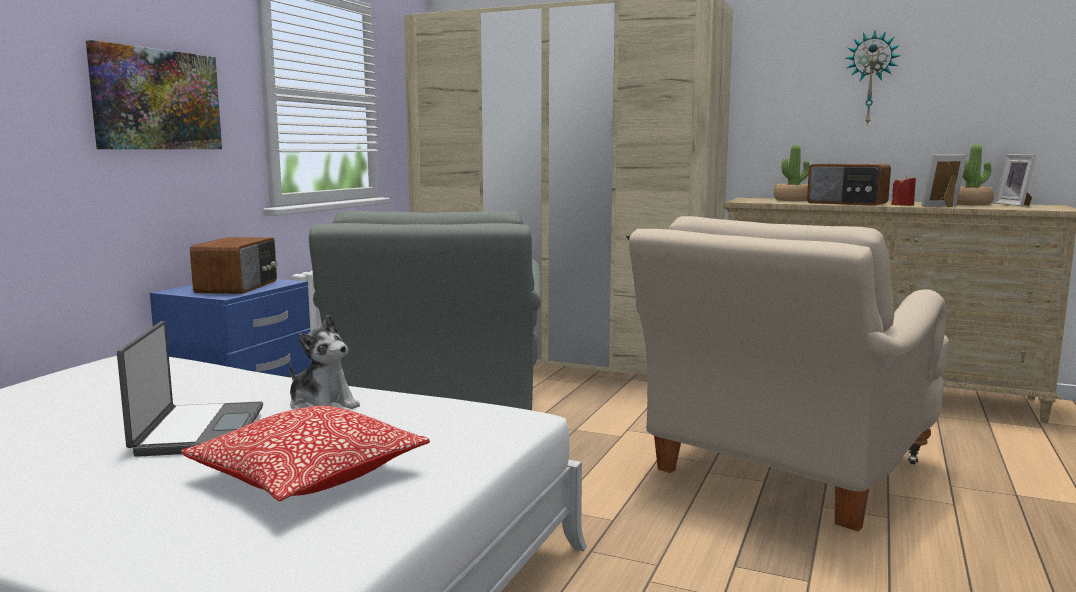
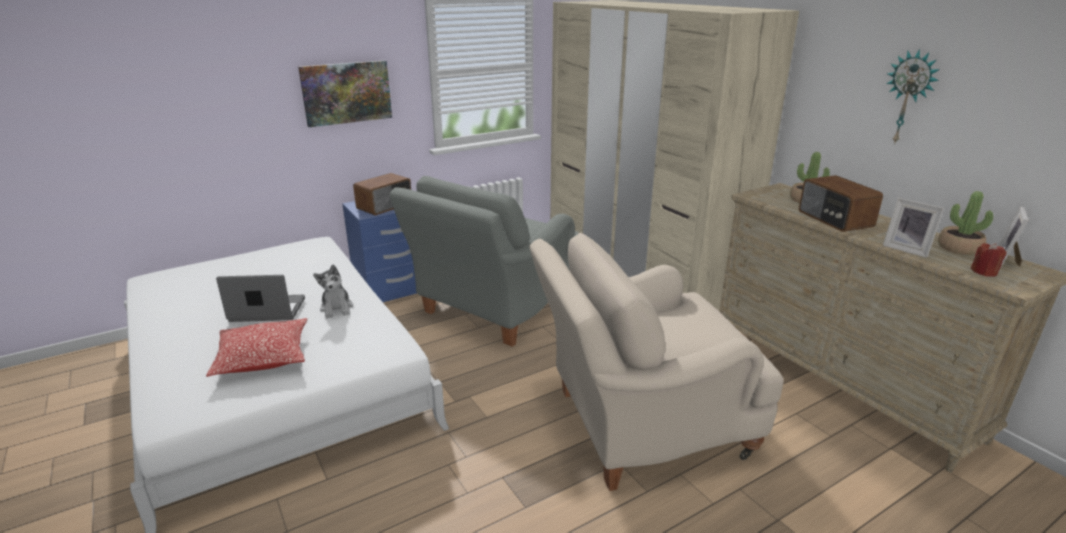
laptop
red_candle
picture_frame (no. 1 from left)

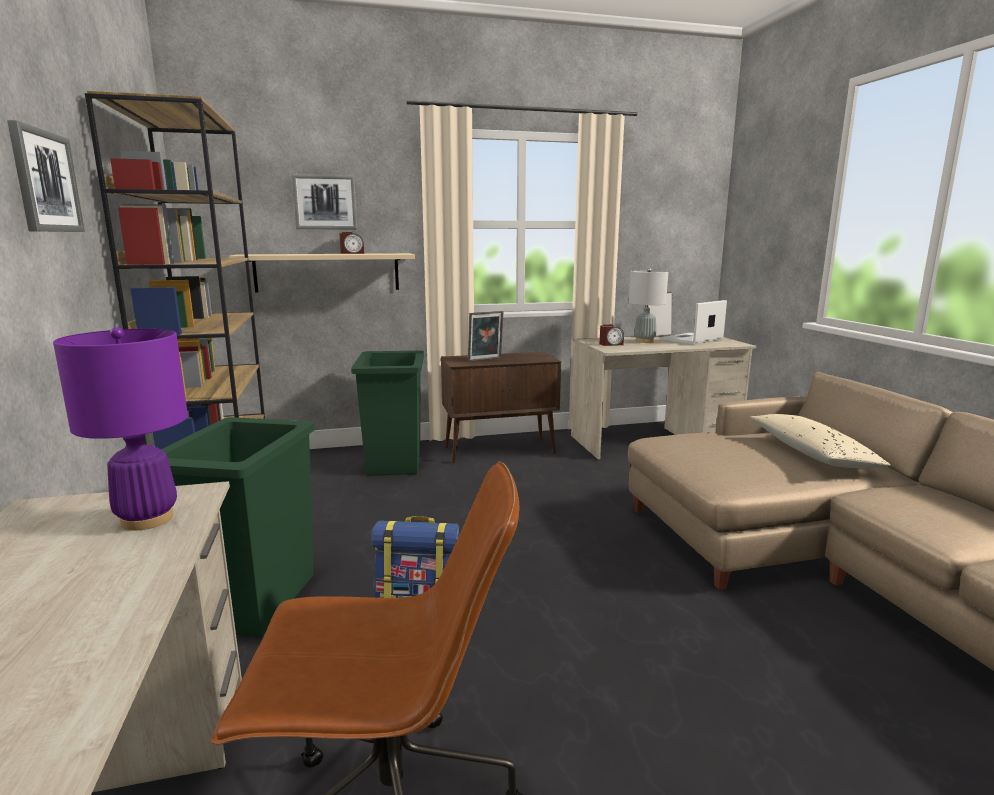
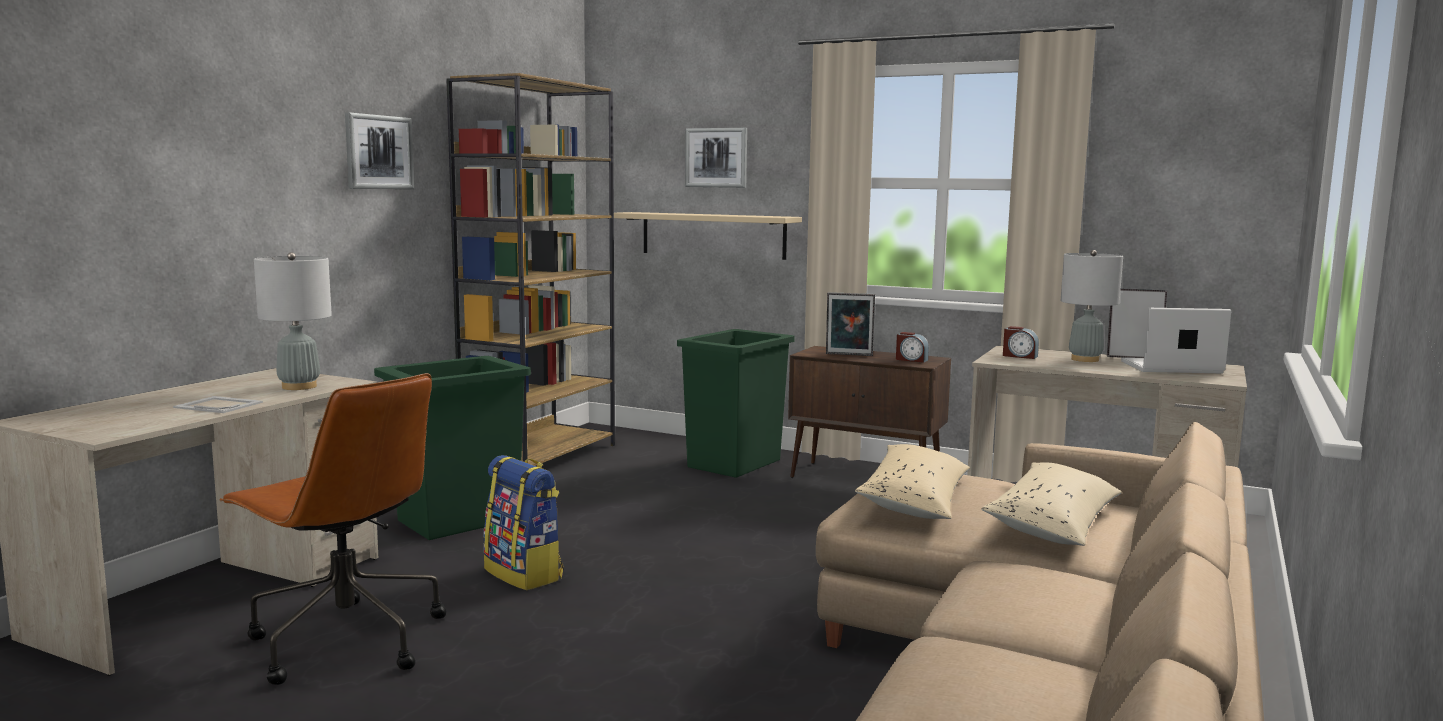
grey_table_lamp (no. 1 from left)
alarm_clock (no. 1 from left)
picture_frame (no. 1 from left)
beige_pillow (no. 1 from left)

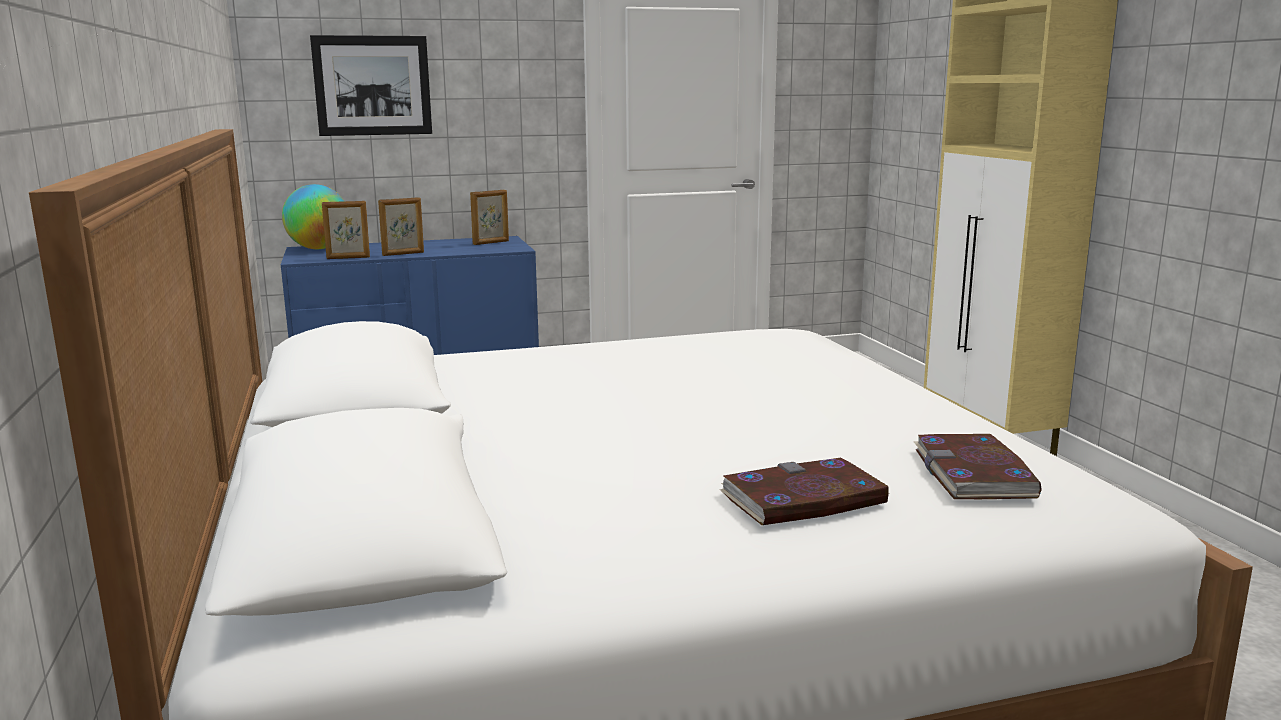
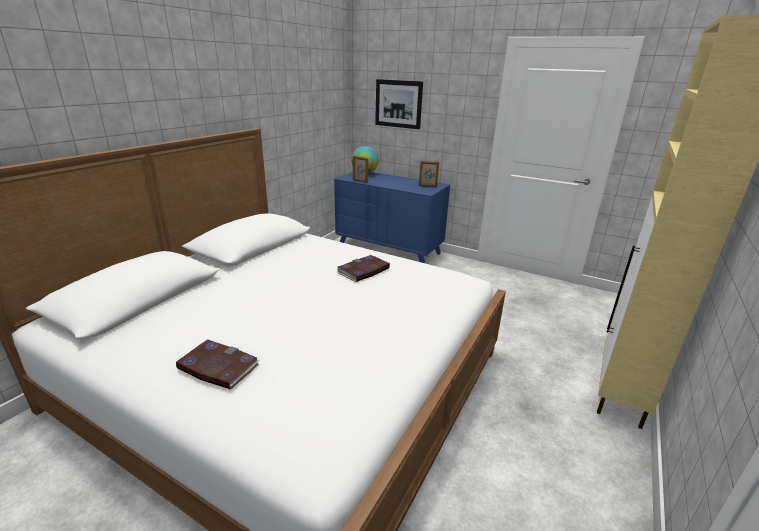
picture_frame (no. 2 from left in the first image)
book (no. 2 from left)

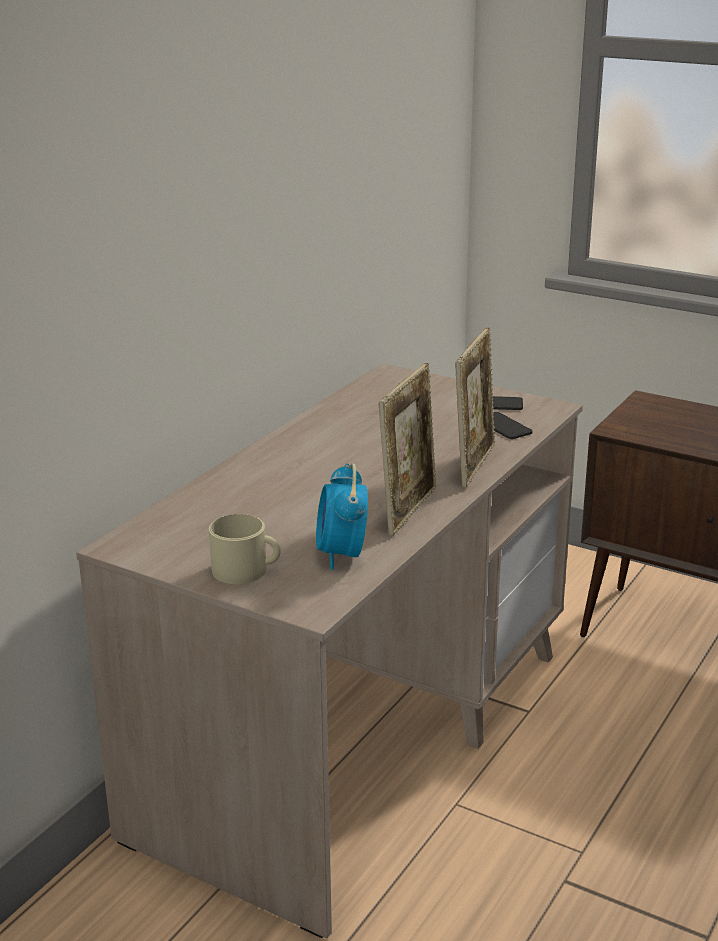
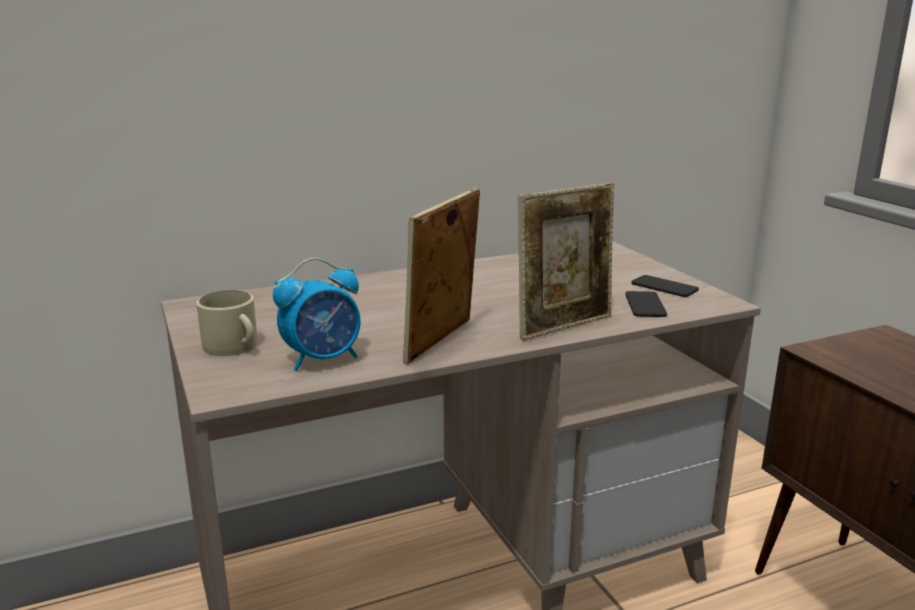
alarm_clock
picture_frame (no. 1 from left)

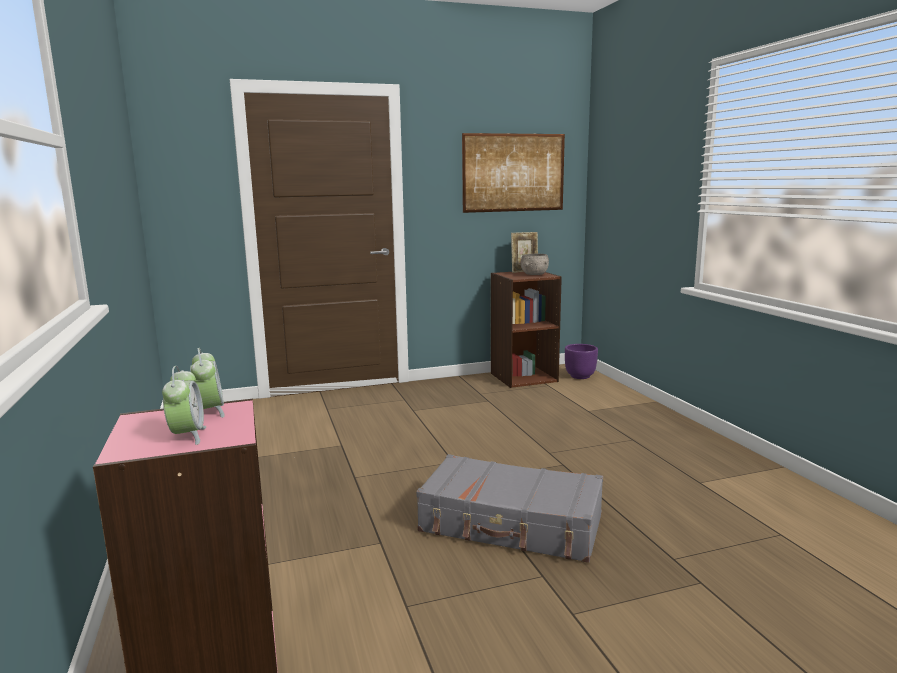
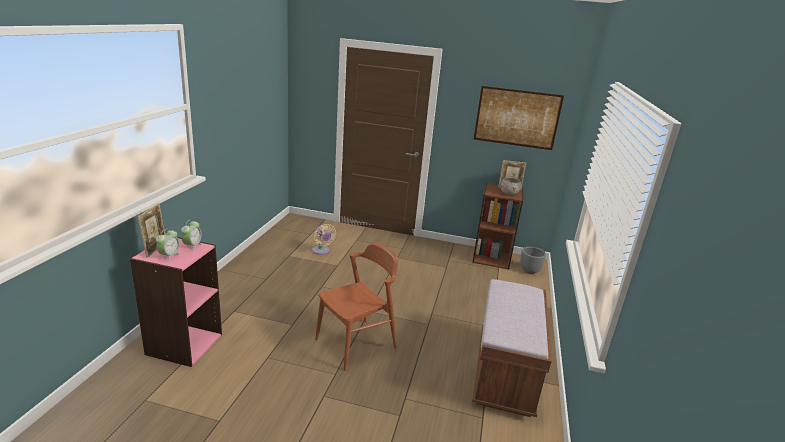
brown_chair
grey_planter
picture_frame (no. 1 from left)
beige_fan
brown_bench

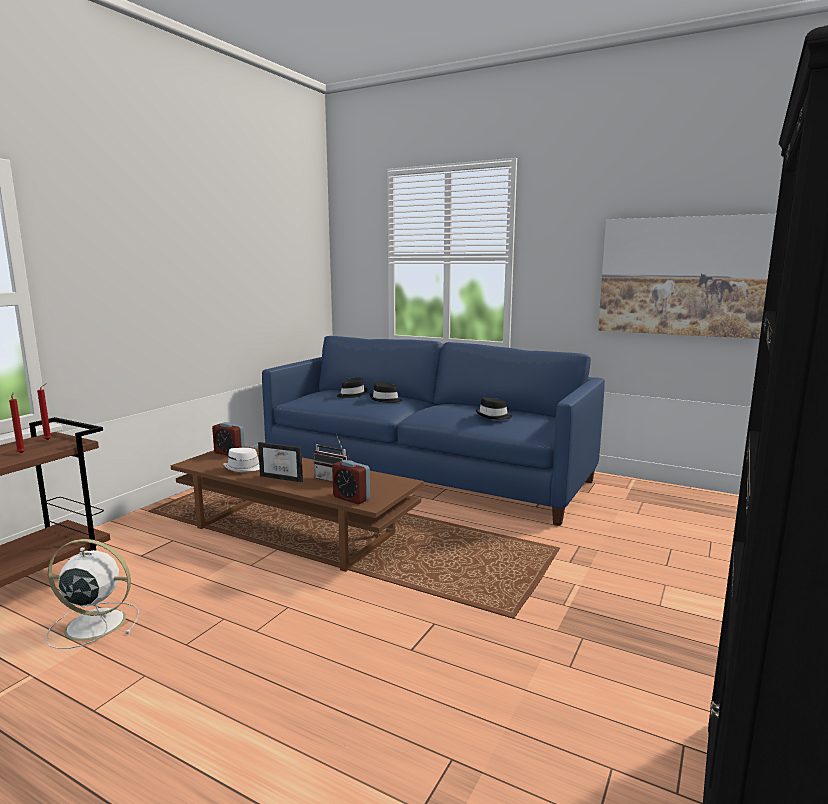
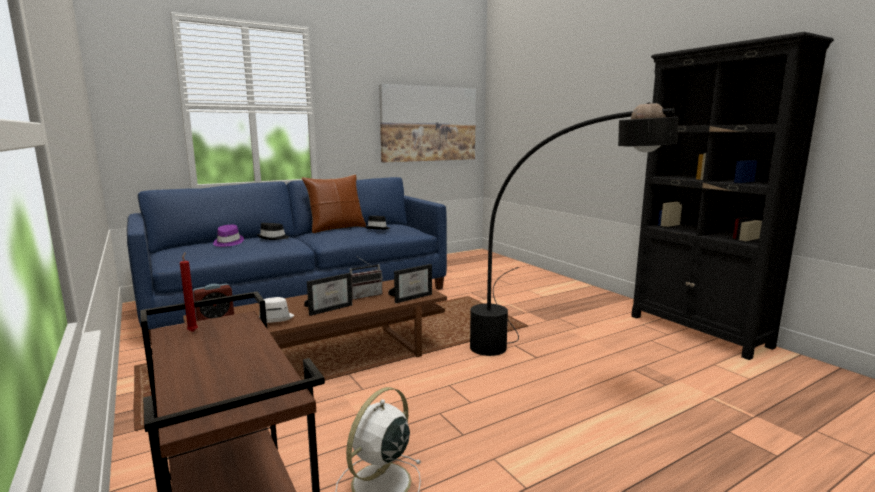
red_candle (no. 1 from left in the first image)
picture_frame (no. 2 from left)
purple_hat
brown_pillow
black_floor_lamp

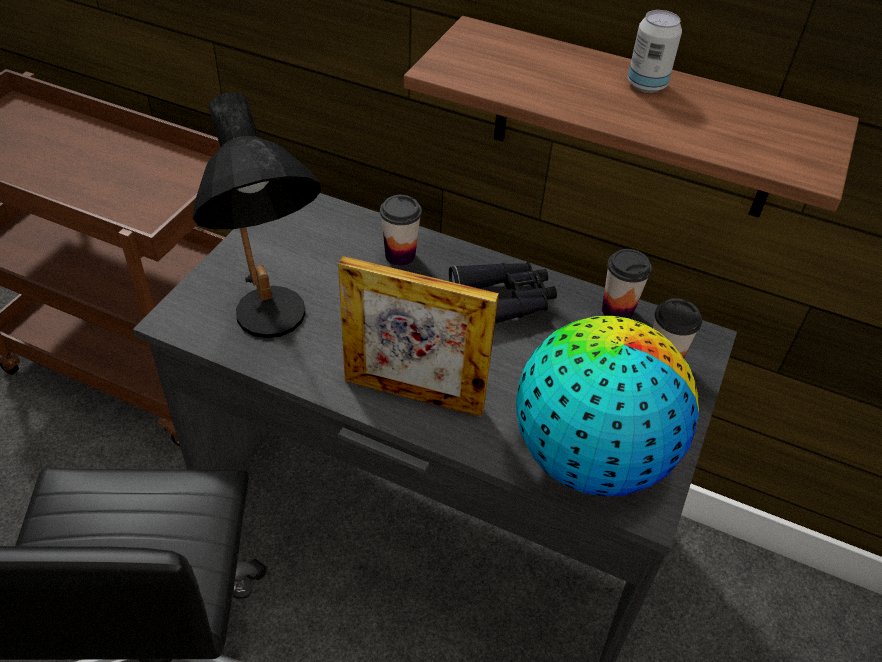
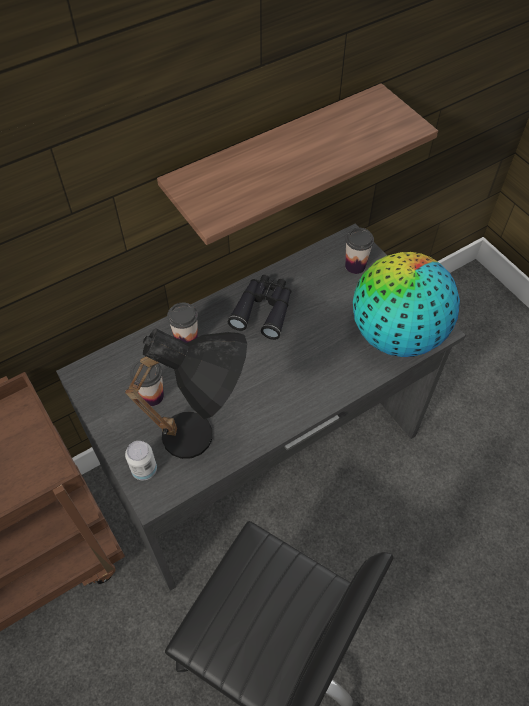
picture_frame
cup (no. 1 from left)
can

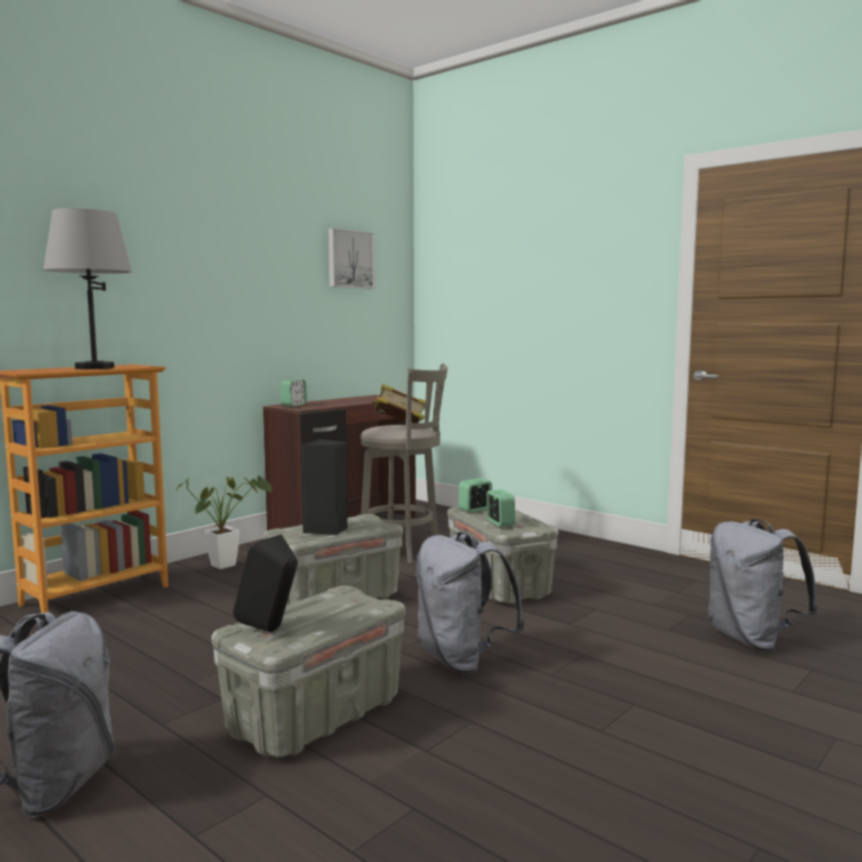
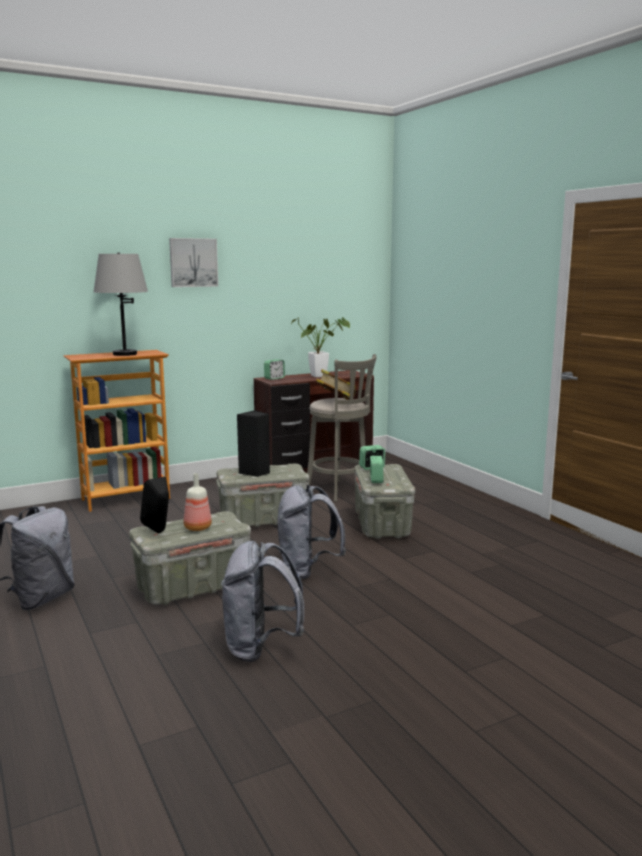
potted_plant
picture
grey_backpack (no. 2 from left)
bottle

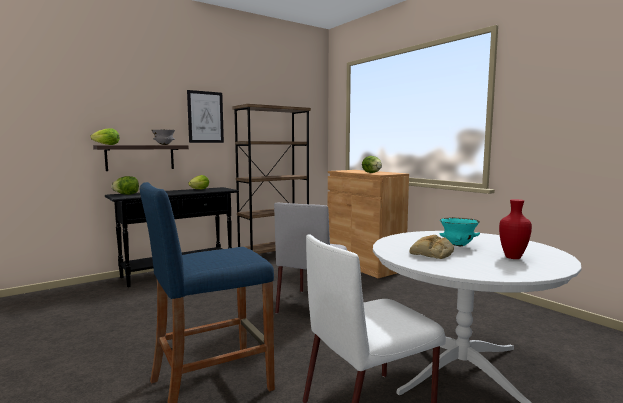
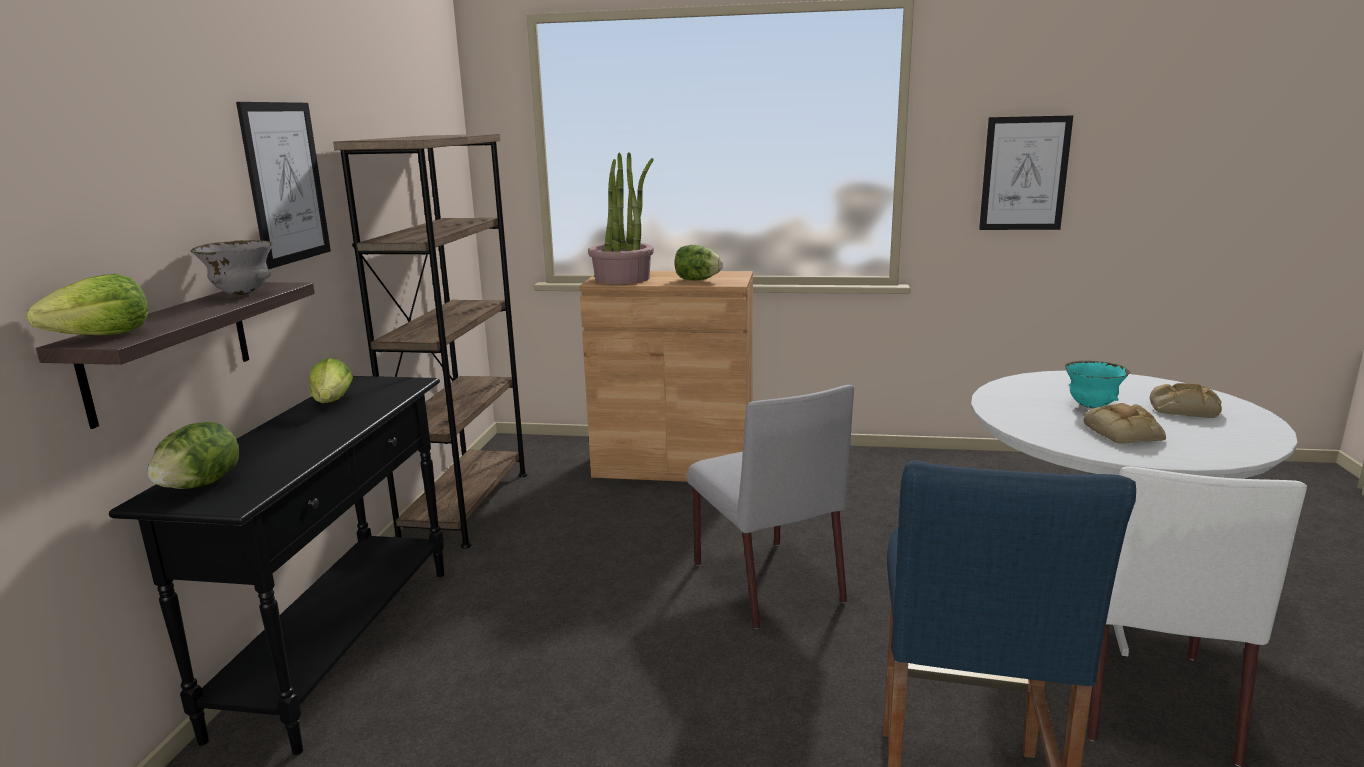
bread (no. 2 from left)
potted_plant
picture (no. 2 from left)

